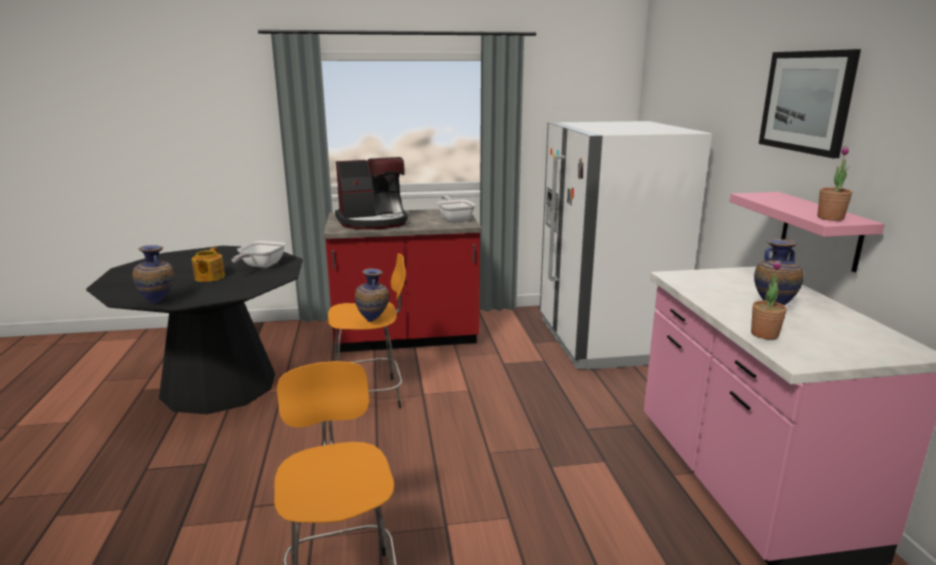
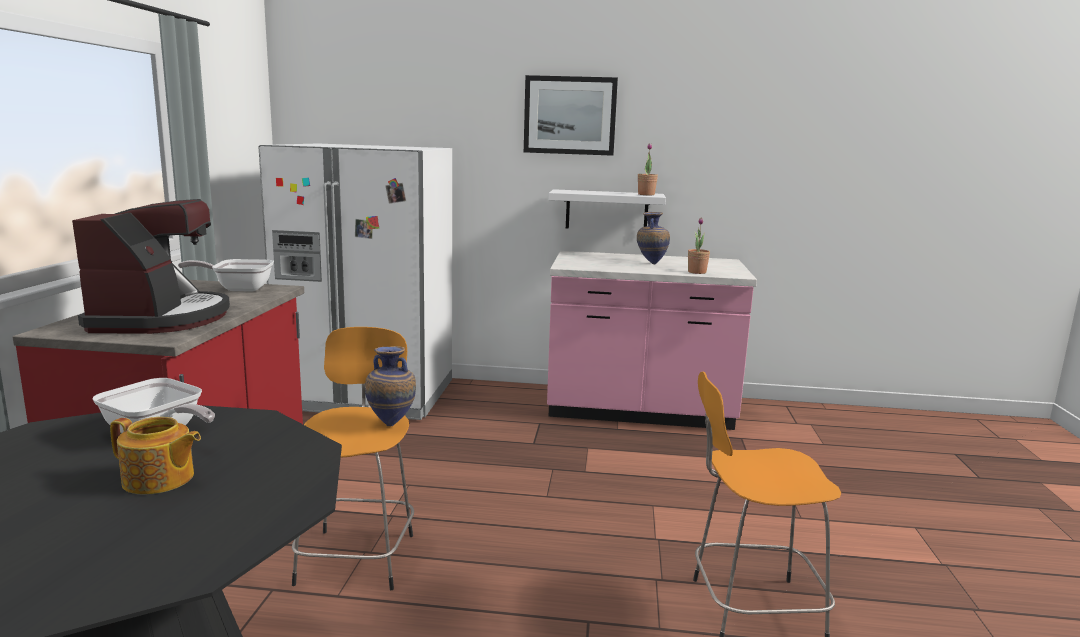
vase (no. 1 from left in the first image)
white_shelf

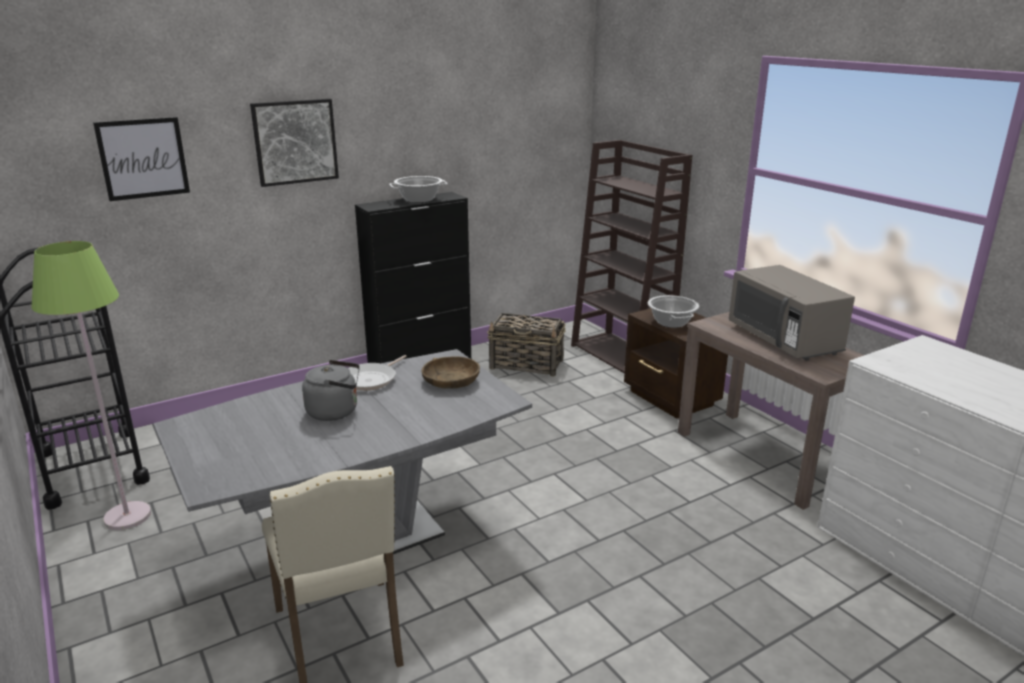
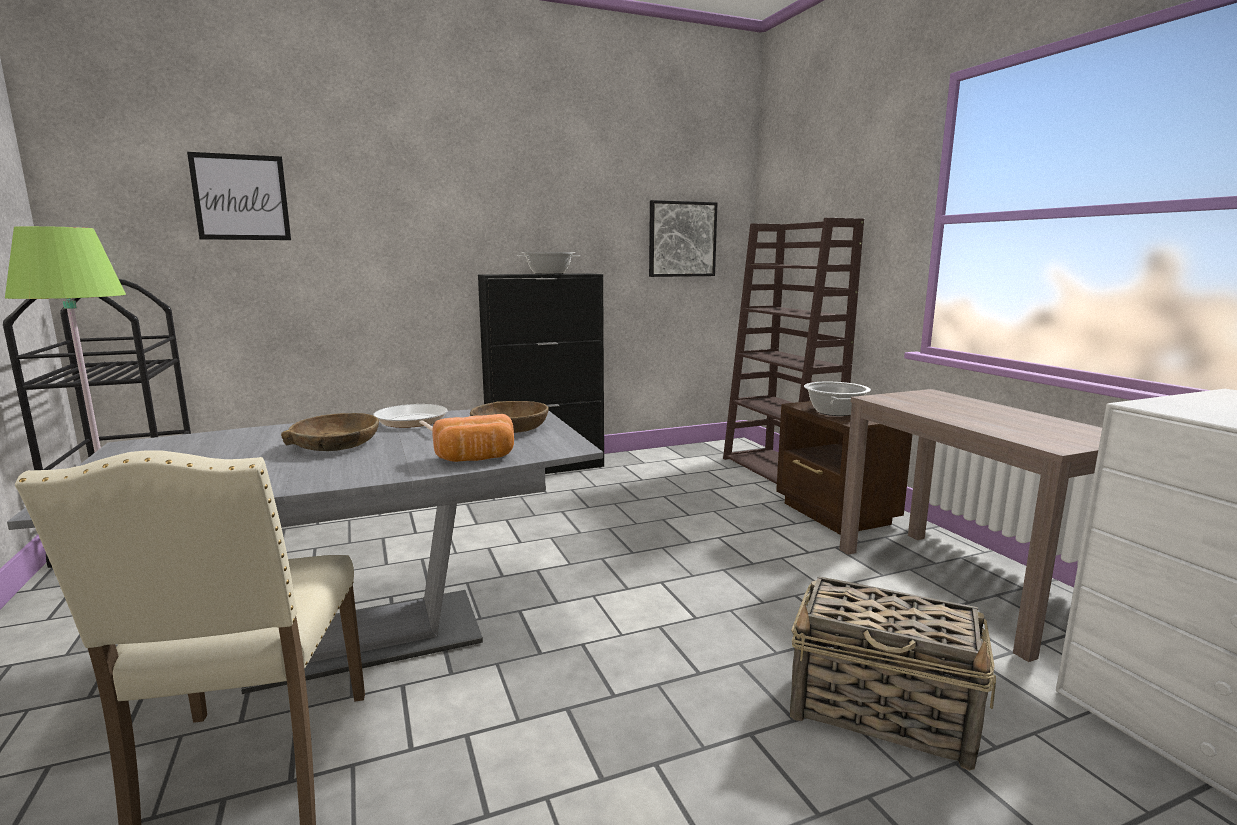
picture (no. 2 from left)
brown_bowl (no. 1 from left)
frying_pan
basket
grey_microwave
bread

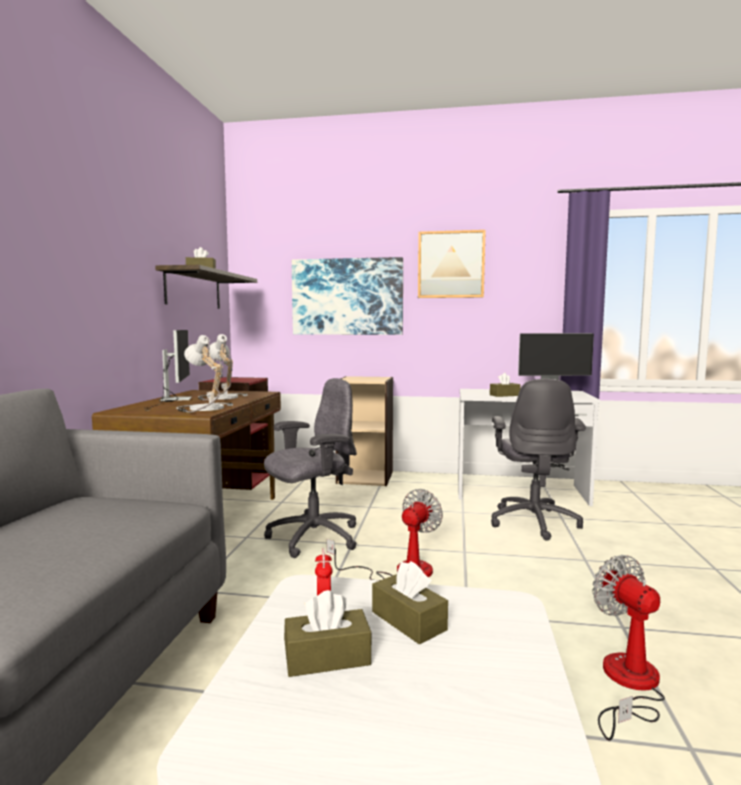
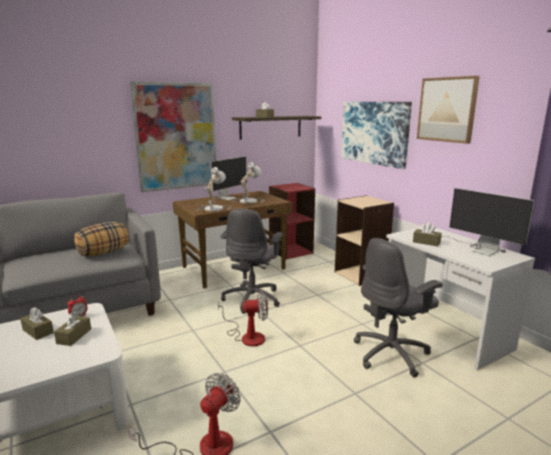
grey_office_chair (no. 1 from left)
pillow
picture (no. 1 from left)

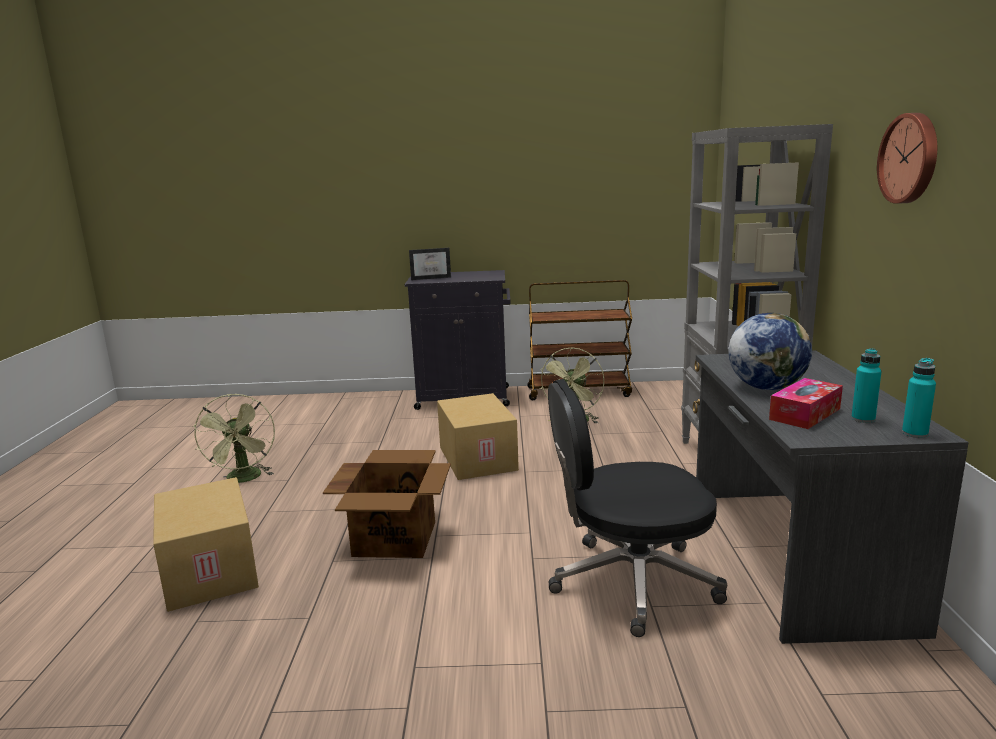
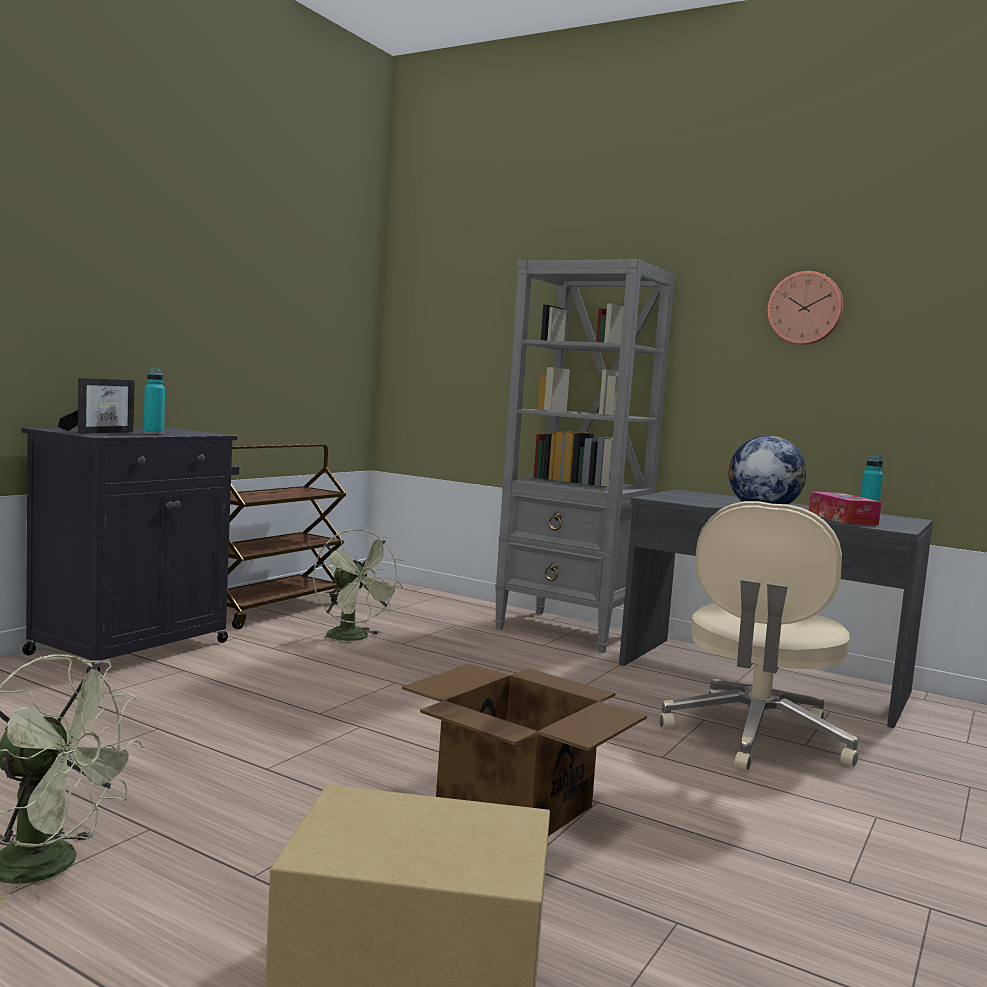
cardboard_box (no. 3 from left in the first image)
beige_office_chair
turquoise_bottle (no. 1 from left)

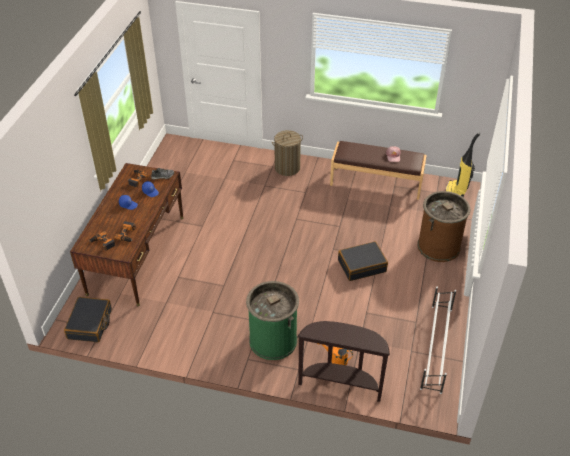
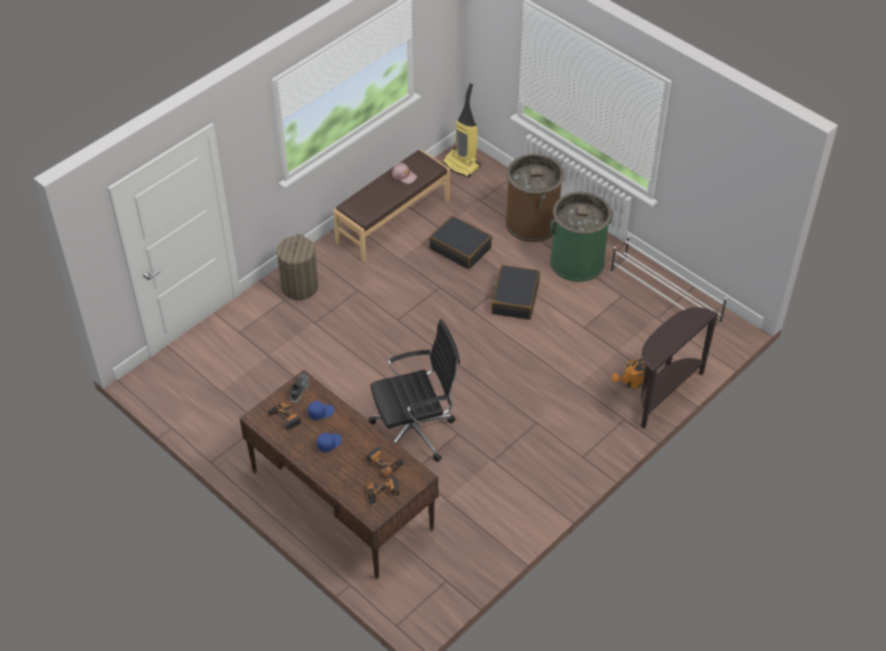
black_suitcase (no. 1 from left)
green_trash_can
black_office_chair

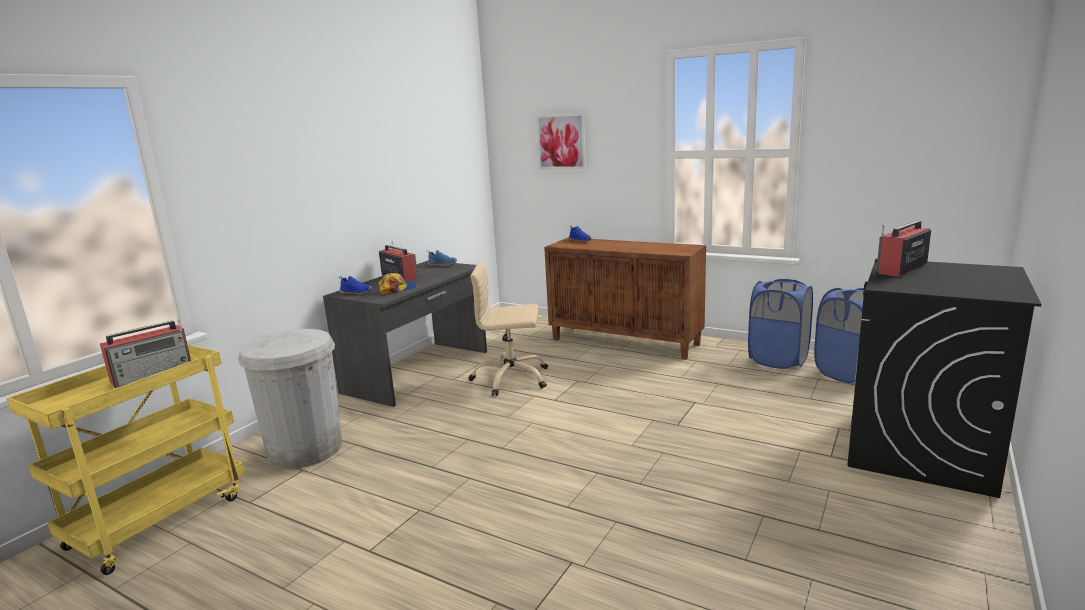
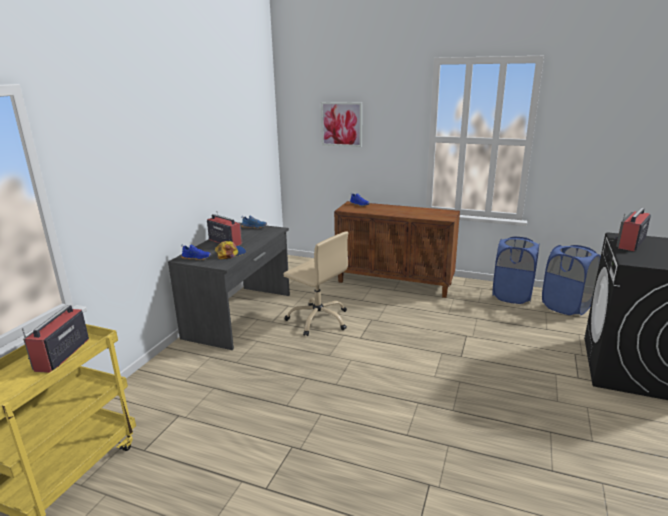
radio (no. 1 from left)
white_trash_can
beige_office_chair

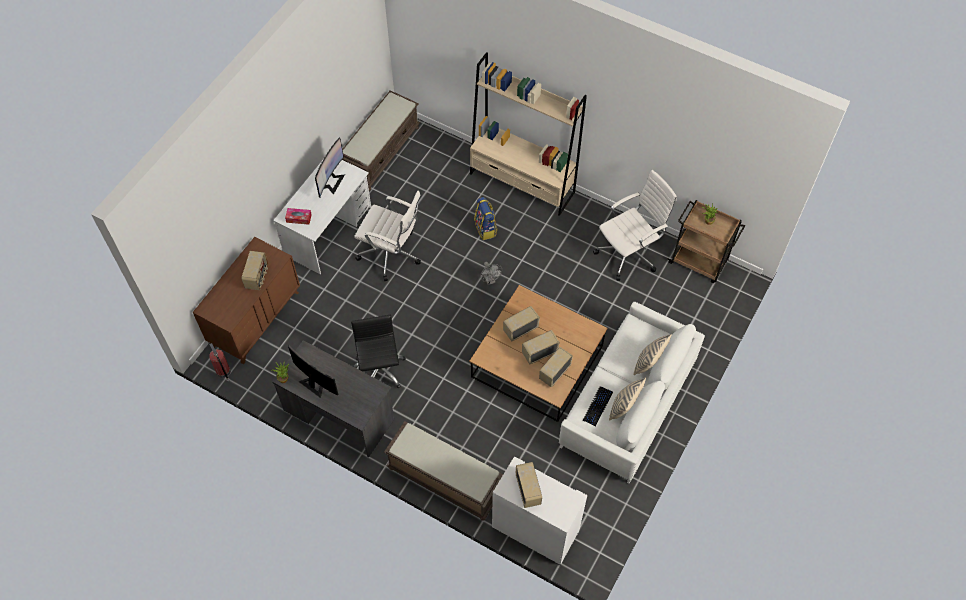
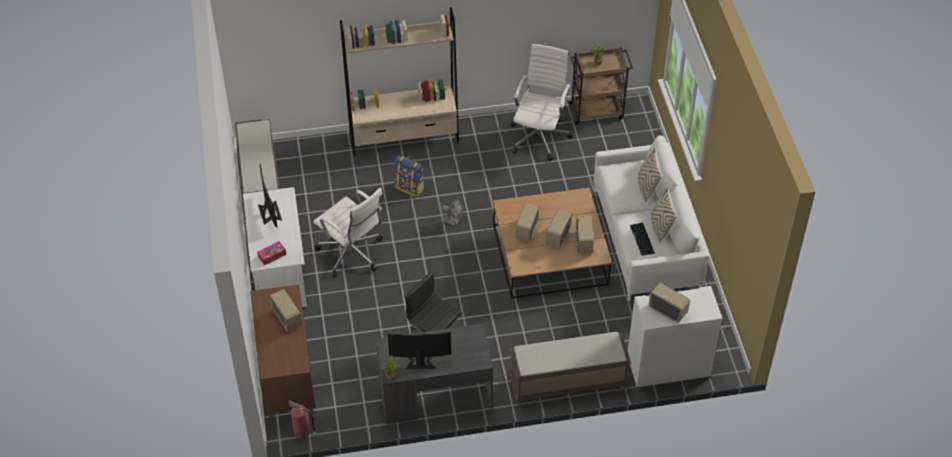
white_office_chair (no. 1 from left)

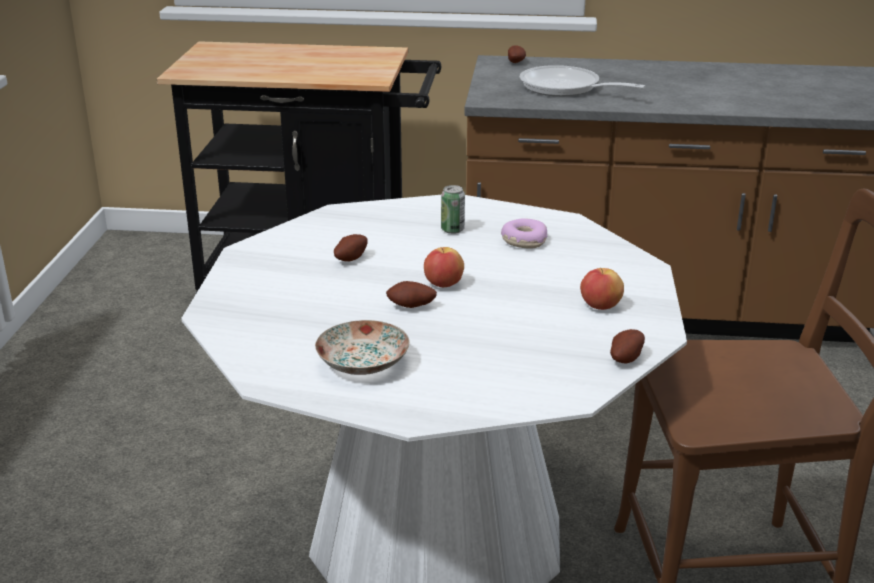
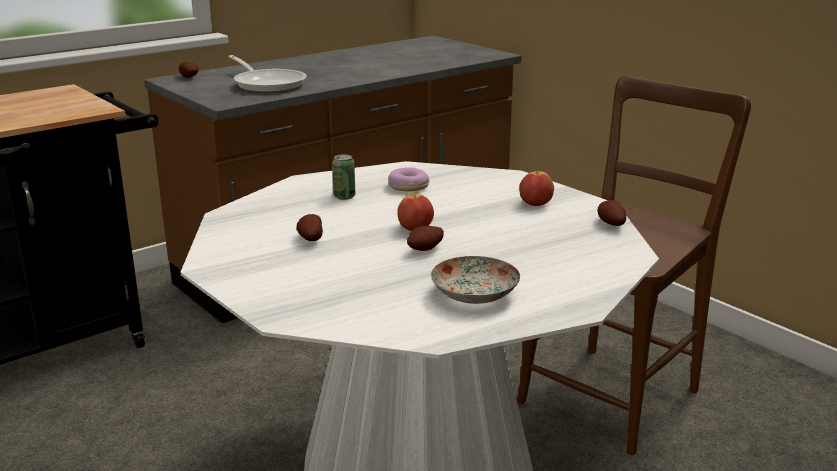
frying_pan

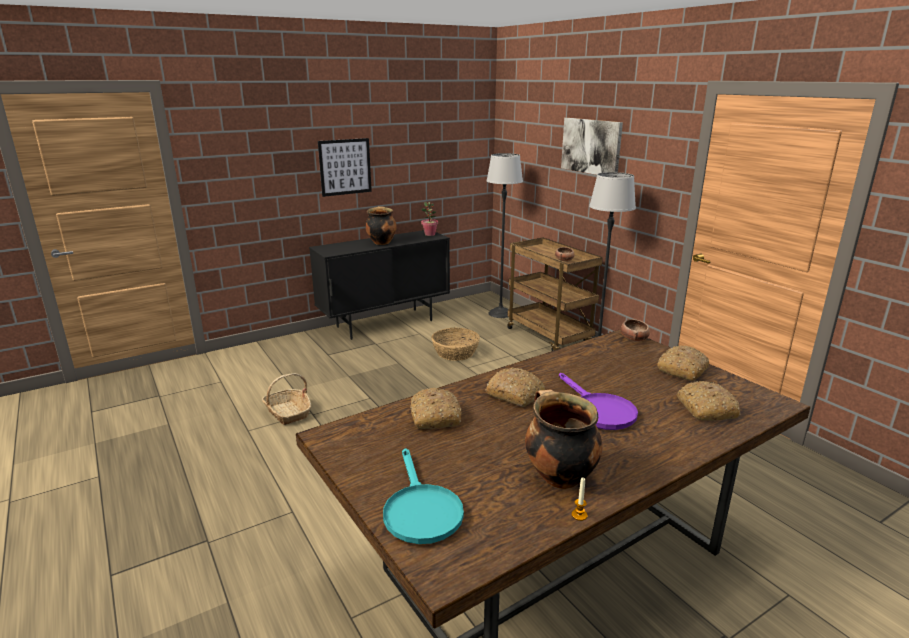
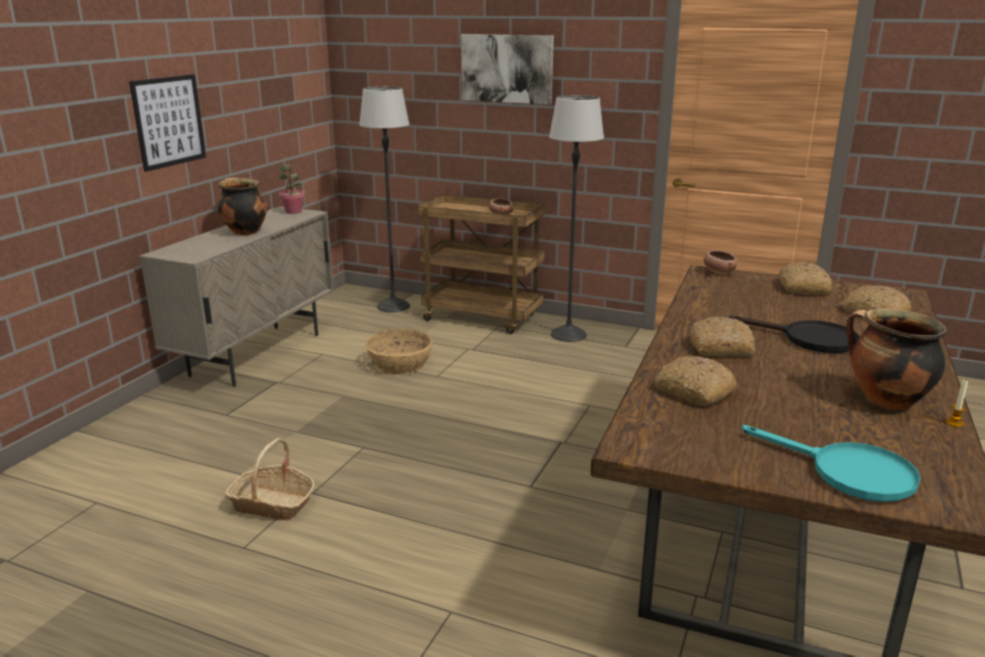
beige_cabinet
black_frying_pan

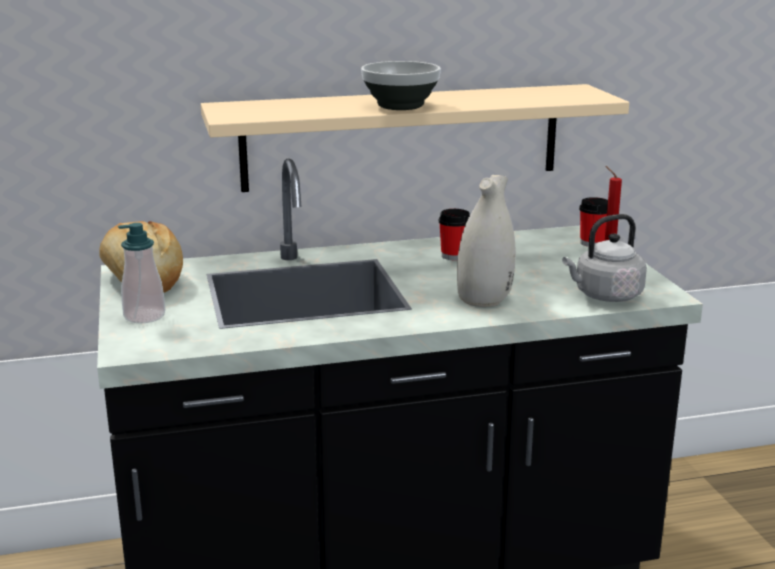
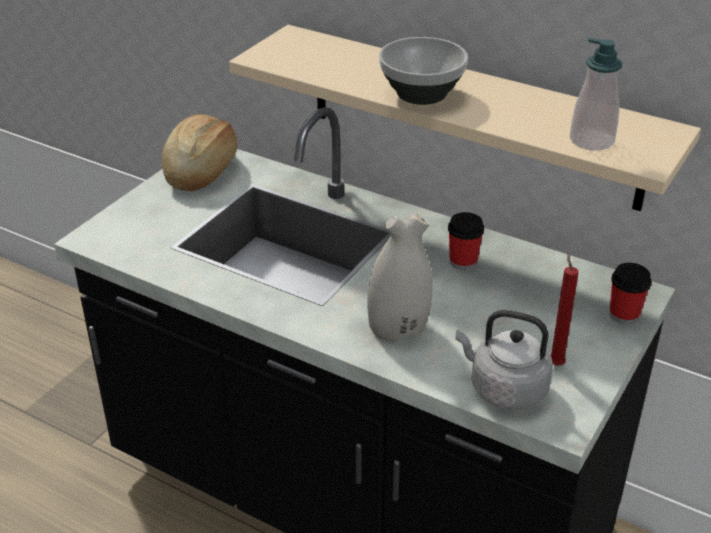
soap_dispenser

